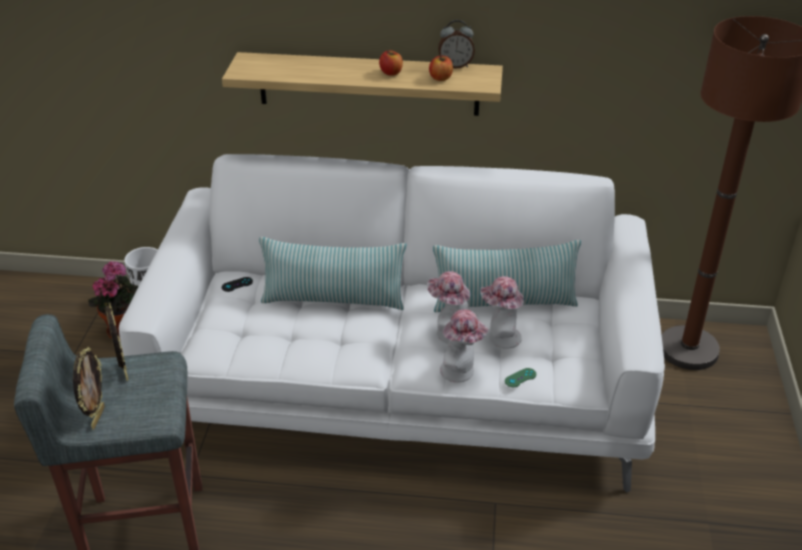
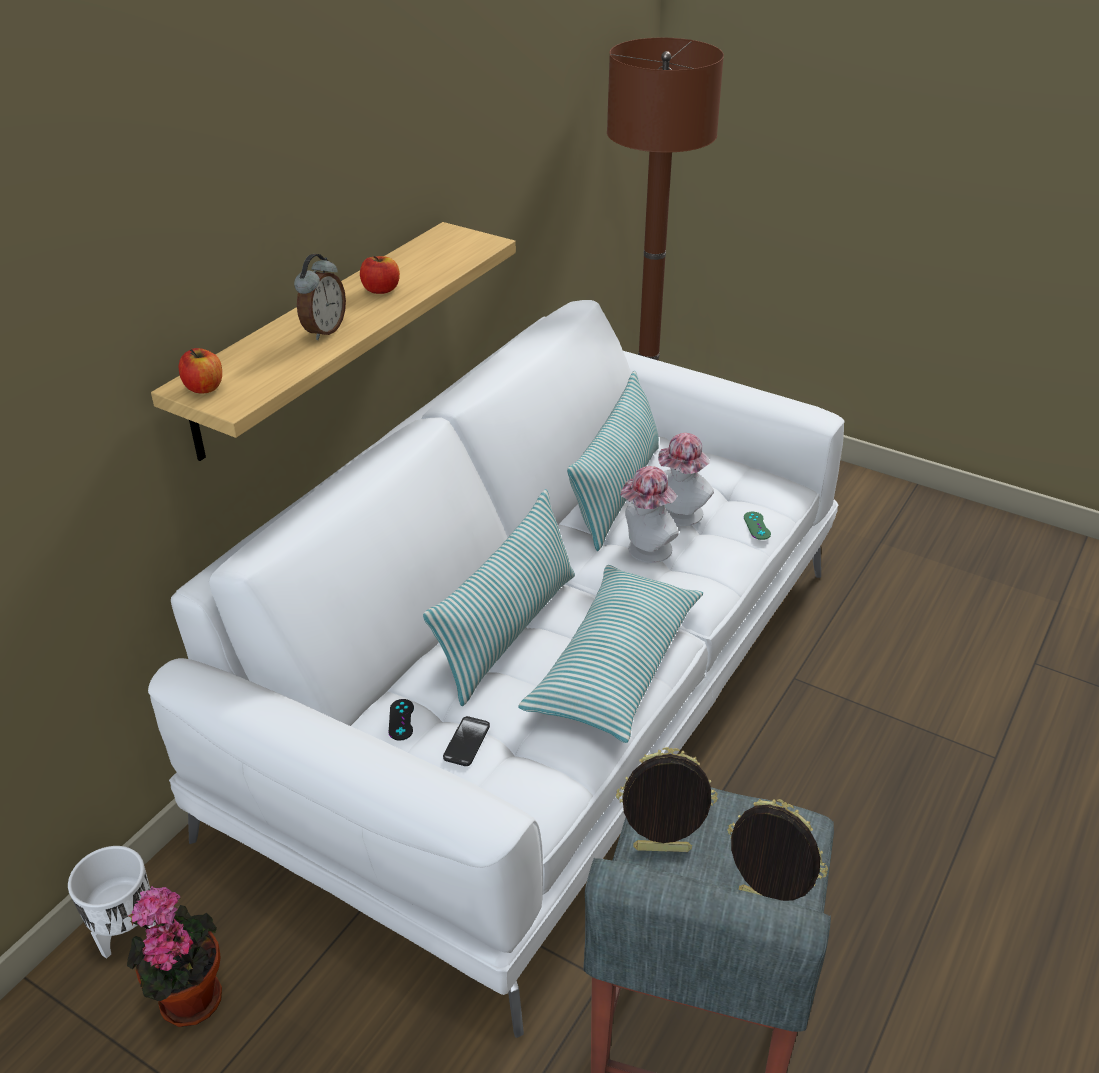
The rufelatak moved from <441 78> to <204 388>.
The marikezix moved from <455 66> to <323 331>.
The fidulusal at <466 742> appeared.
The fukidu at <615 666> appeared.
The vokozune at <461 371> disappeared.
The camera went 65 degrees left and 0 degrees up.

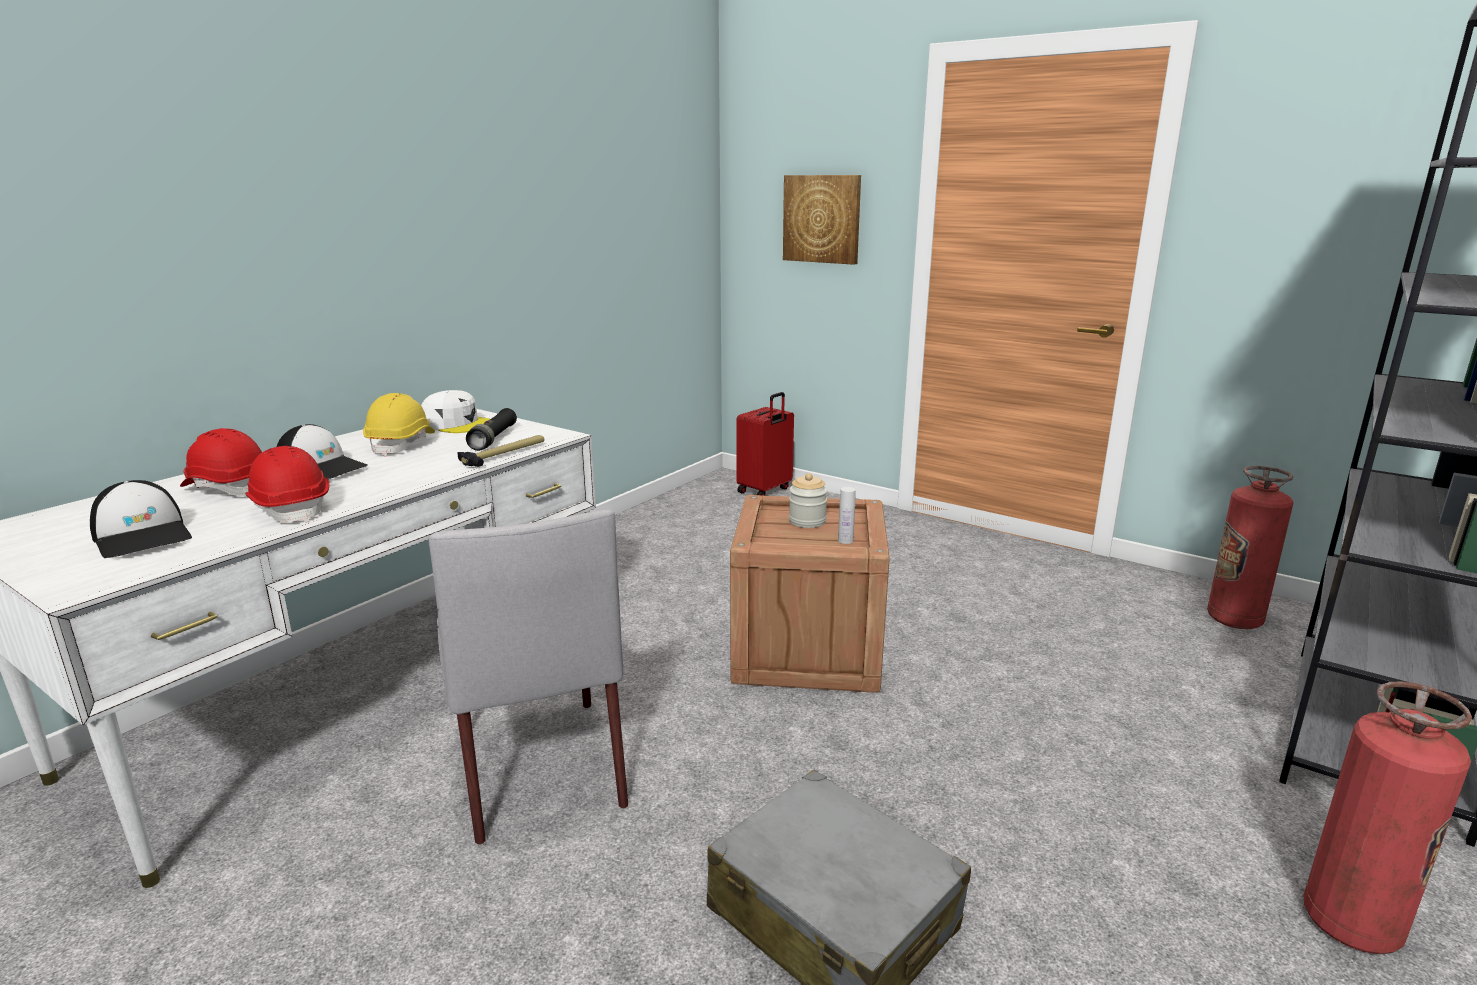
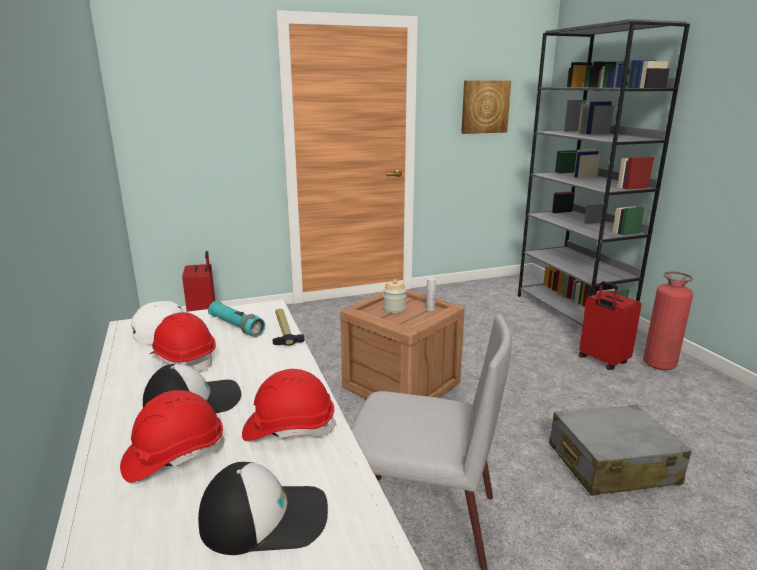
The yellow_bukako at <402 444> became the red_bukako at <184 359>.
The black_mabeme at <494 439> became the turquoise_mabeme at <236 326>.
The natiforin moved from <822 219> to <485 107>.
The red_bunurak at <602 361> appeared.
The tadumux at <1234 619> disappeared.
The camera went 55 degrees left and 0 degrees up.

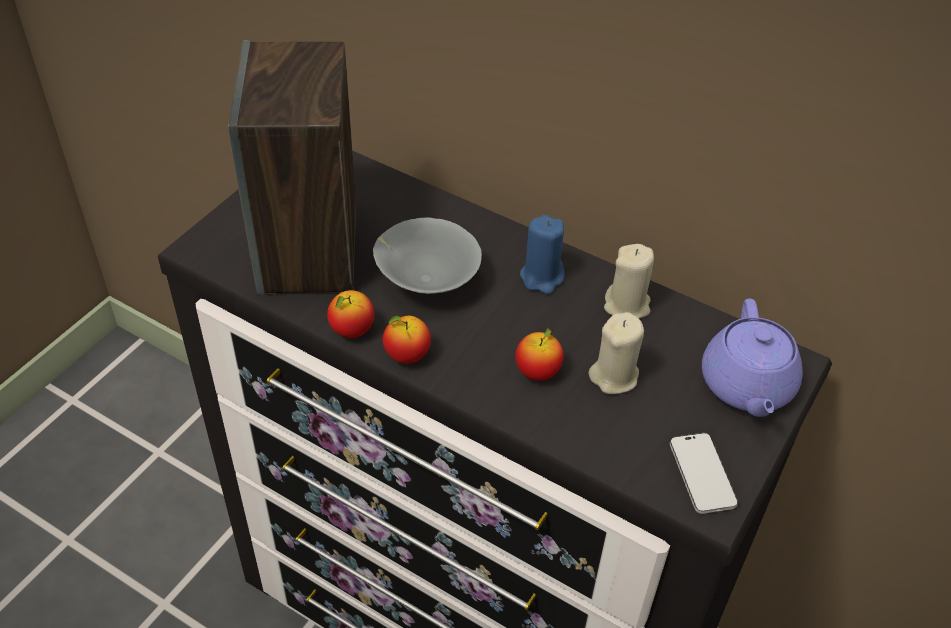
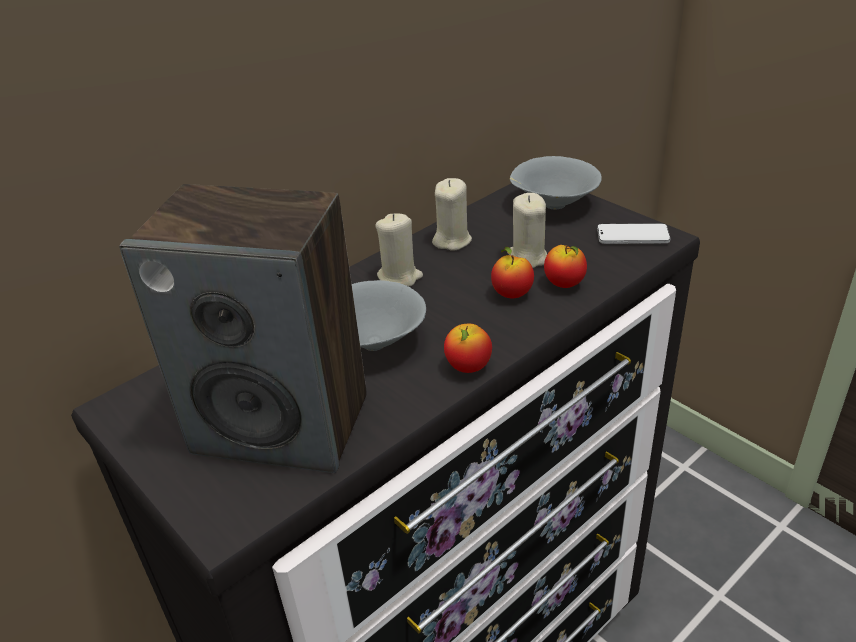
The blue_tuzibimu at <542 277> became the beige_tuzibimu at <400 276>.
The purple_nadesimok at <746 386> was replaced by the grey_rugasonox at <552 205>.
The rufelatak moved from <352 330> to <564 284>.
The camera went 70 degrees left and 10 degrees down.

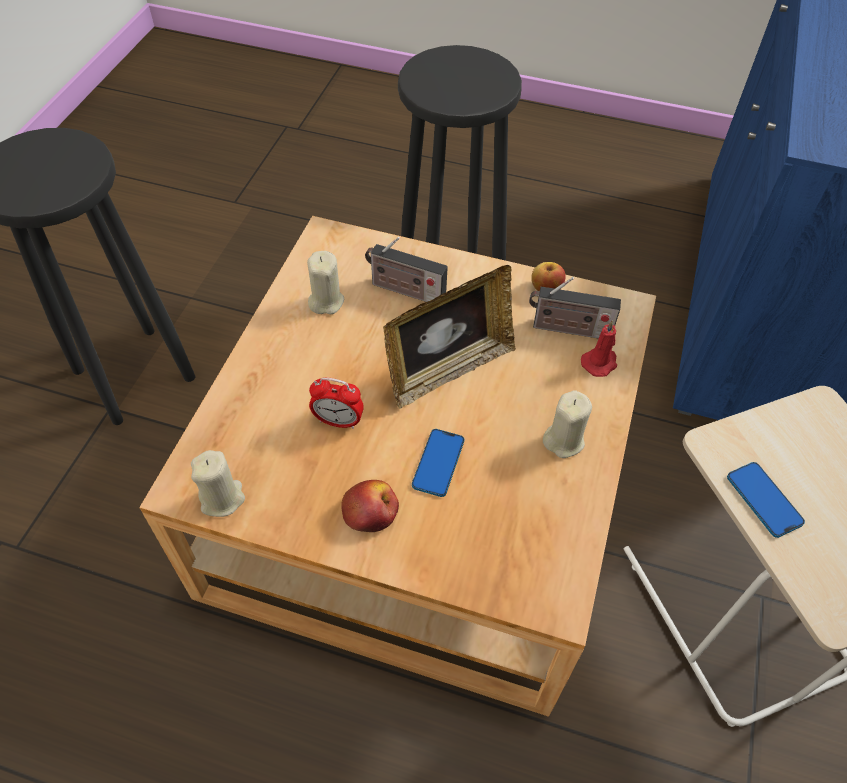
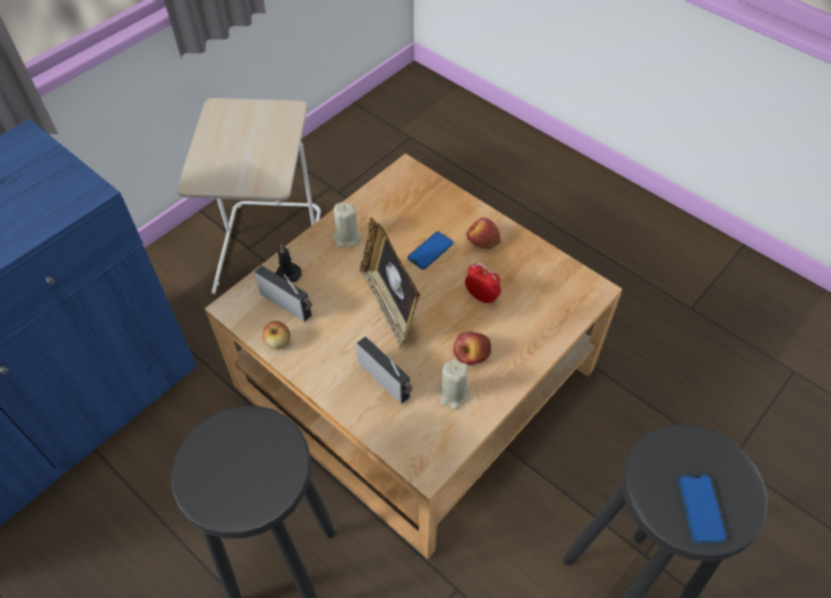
The red_tuzibimu at <600 362> became the black_tuzibimu at <286 275>.
The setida at <448 370> turned 105 degrees counterclockwise.
The rufelatak at <472 353> appeared.
The fidulusal moved from <763 500> to <701 509>.
The beige_tuzibimu at <222 498> disappeared.
The camera went 155 degrees left and 0 degrees up.

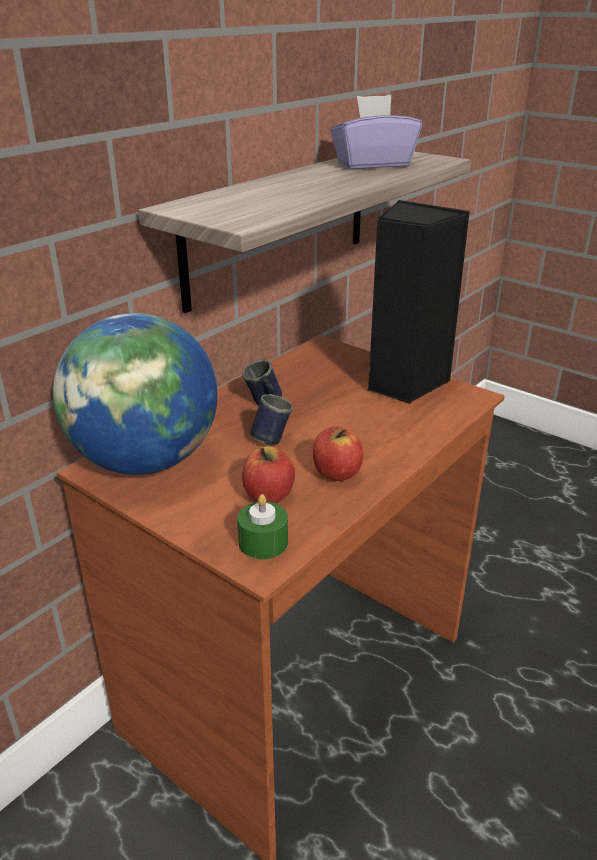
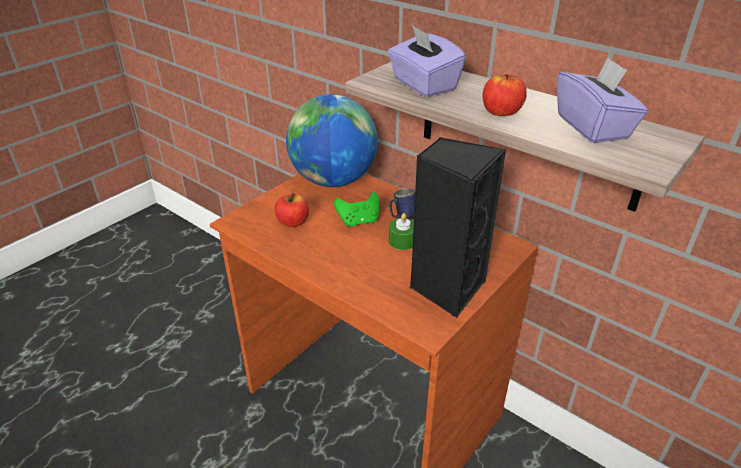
The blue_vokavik at <270 437> was replaced by the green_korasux at <358 221>.
The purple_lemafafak at <423 85> appeared.
The green_tuzibimu moved from <263 542> to <402 241>.
The rufelatak moved from <336 473> to <501 112>.
The camera went 90 degrees right and 5 degrees up.

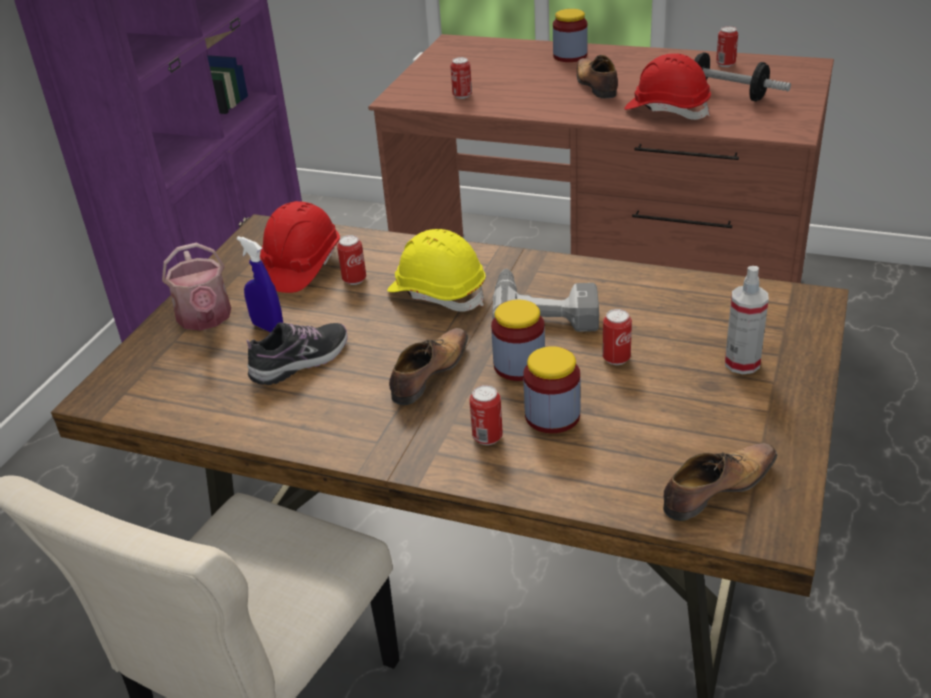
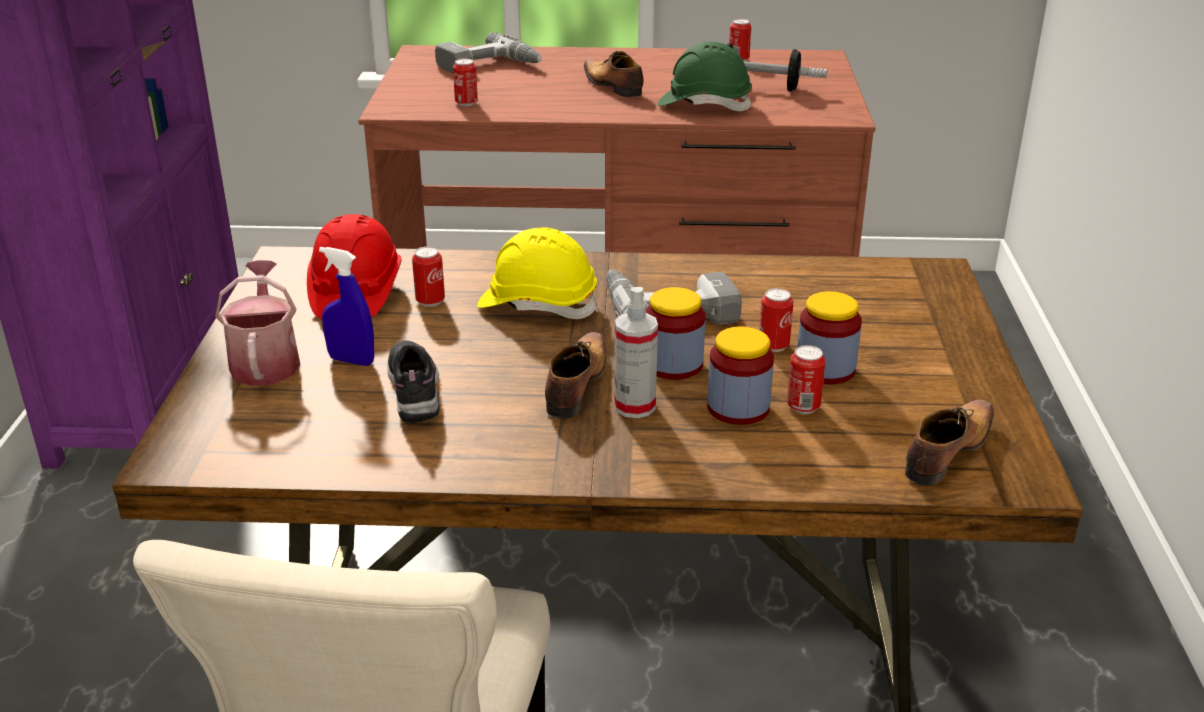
The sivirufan at <205 319> turned 150 degrees counterclockwise.
The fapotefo at <301 361> turned 45 degrees counterclockwise.
The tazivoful at <490 67> appeared.
The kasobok moved from <742 363> to <635 406>.
The red_bukako at <667 110> became the green_bukako at <704 104>.
The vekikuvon moved from <487 437> to <803 407>.
The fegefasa moved from <570 56> to <825 369>.
The camera went 20 degrees left and 5 degrees down.

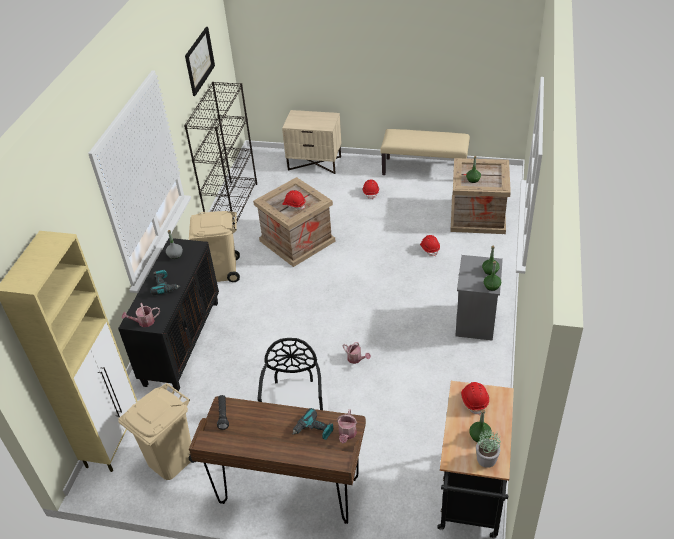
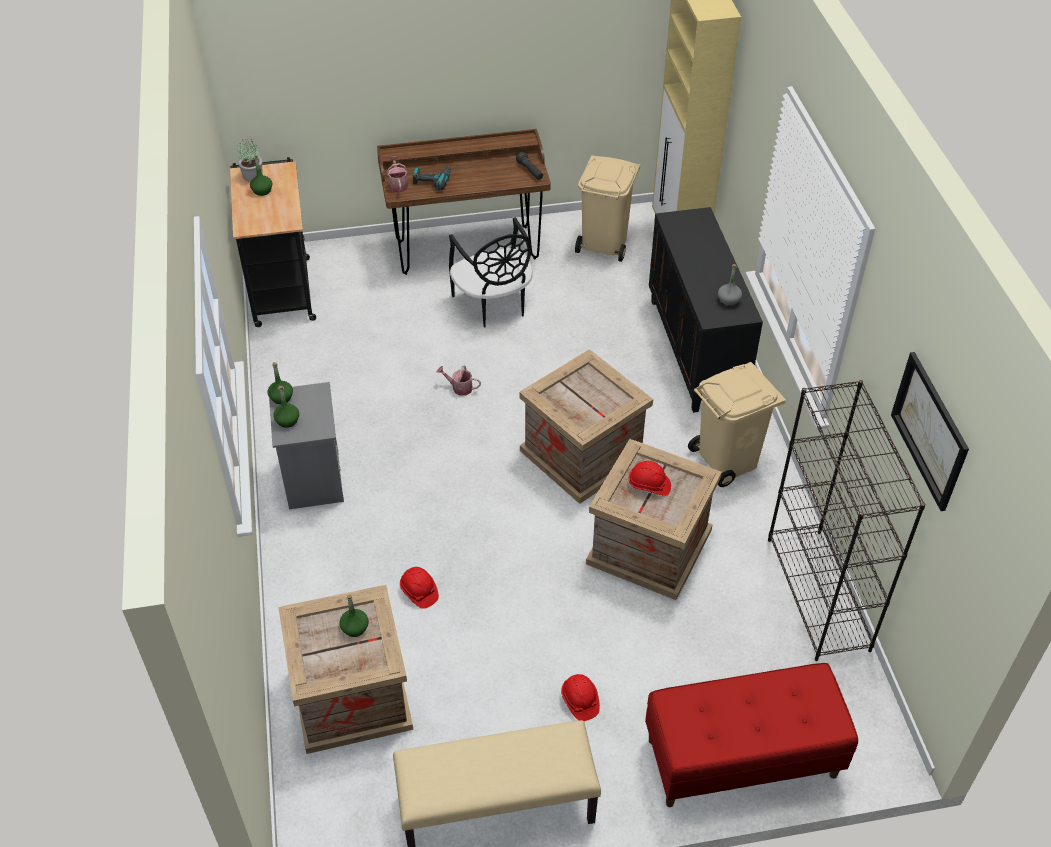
The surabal at <584 454> appeared.
The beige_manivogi at <315 163> was replaced by the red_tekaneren at <741 758>.
The sivirufan at <144 322> disappeared.
The tazivoful at <165 286> disappeared.
The red_bukako at <474 400> disappeared.
The camera went 155 degrees right and 5 degrees up.

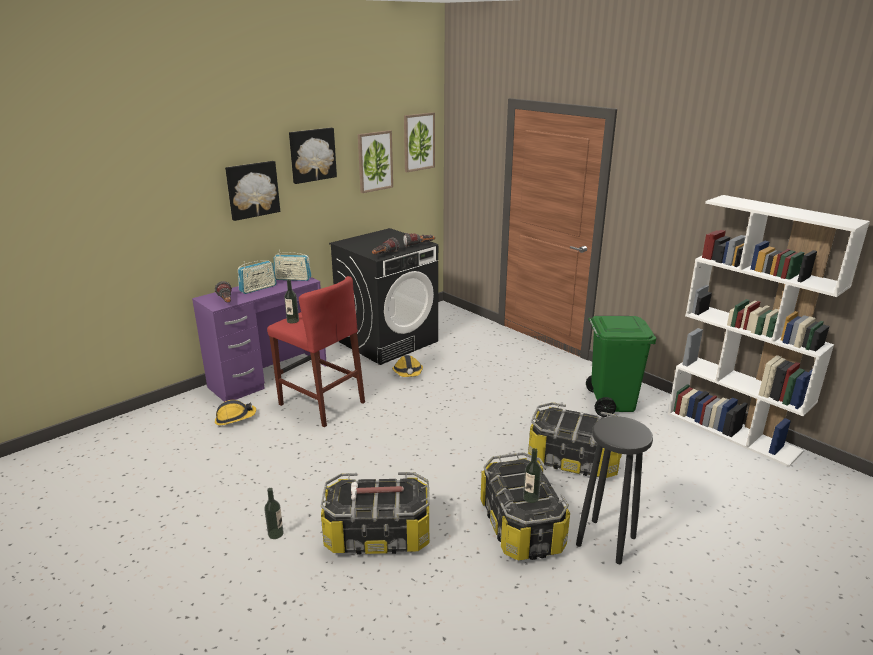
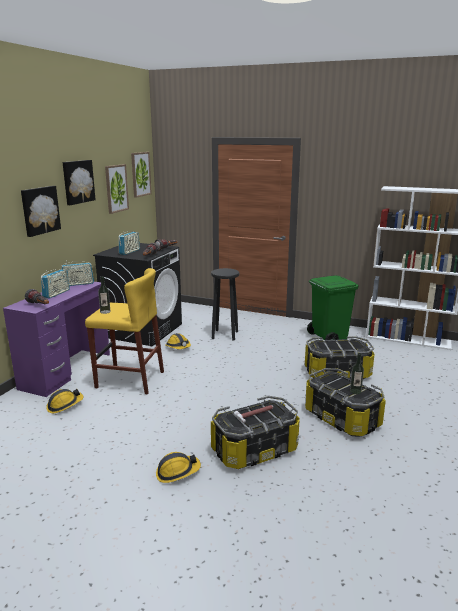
The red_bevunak at <321 403> became the yellow_bevunak at <130 379>.
The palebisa at <129 252> appeared.
The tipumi at <275 533> was replaced by the bukako at <177 472>.
The black_bevunak moved from <606 541> to <225 335>.
The camera went 25 degrees left and 5 degrees down.

